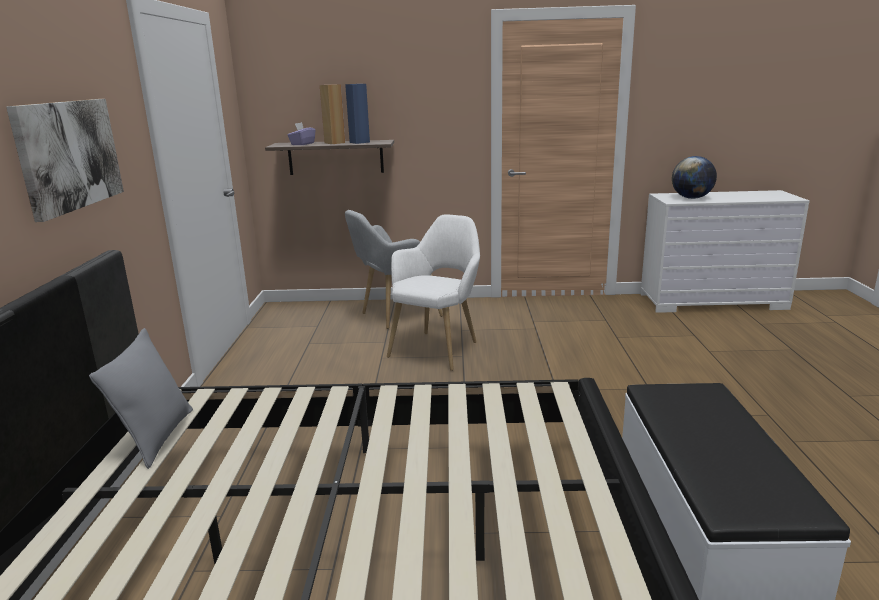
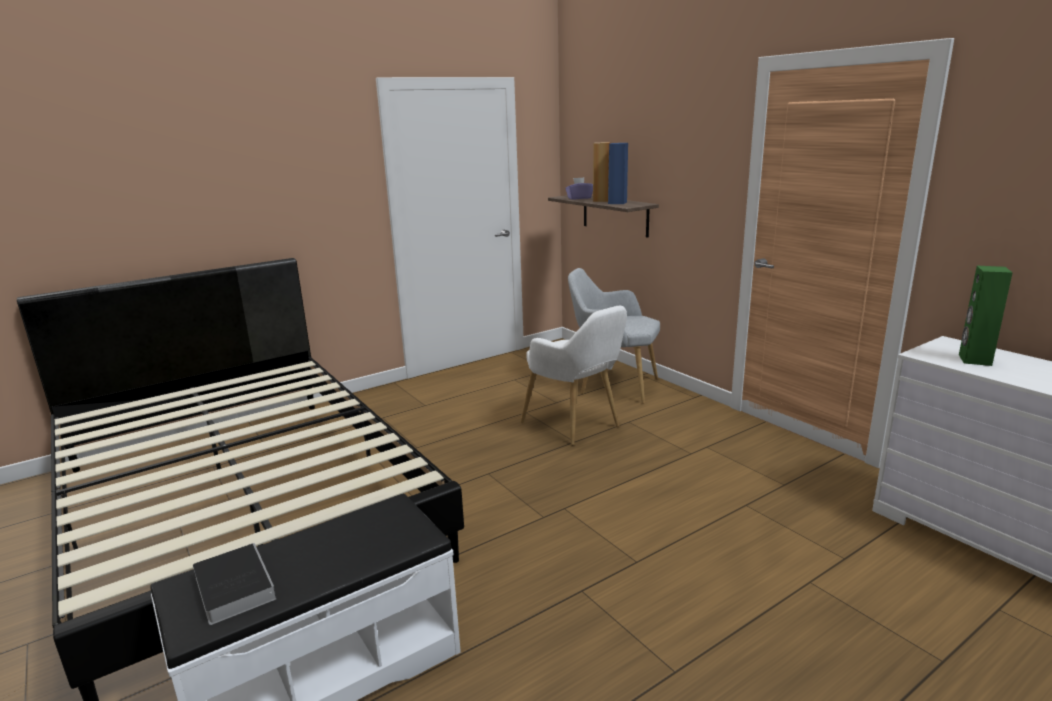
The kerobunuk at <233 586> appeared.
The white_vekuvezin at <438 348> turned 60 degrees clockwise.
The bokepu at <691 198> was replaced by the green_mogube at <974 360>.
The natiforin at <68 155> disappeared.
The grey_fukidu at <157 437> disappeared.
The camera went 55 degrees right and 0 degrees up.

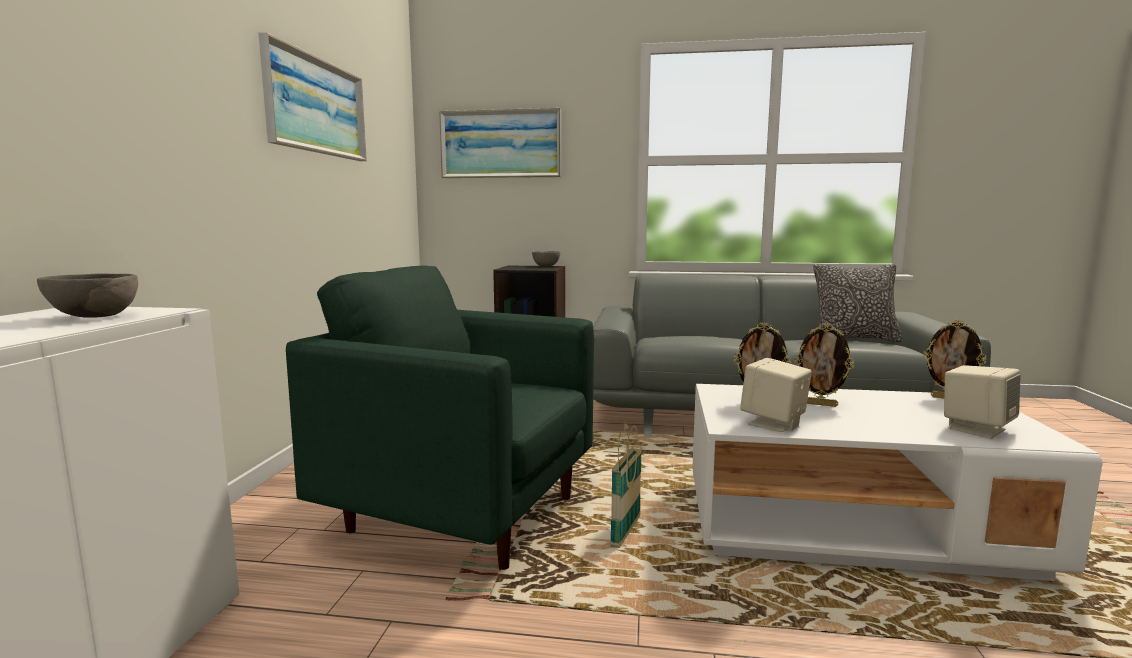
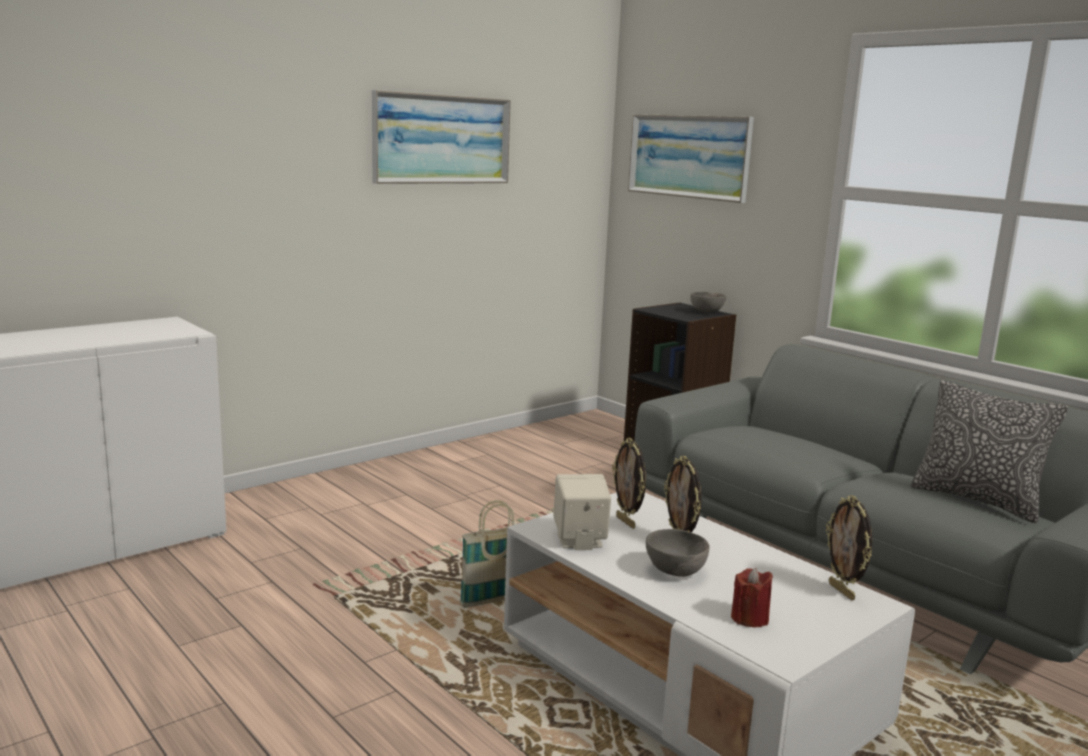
The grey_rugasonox moved from <95 317> to <675 572>.
The beige_mogube at <976 429> was replaced by the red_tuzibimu at <749 618>.
The green_vekuvezin at <462 513> disappeared.
The camera went 40 degrees right and 5 degrees up.

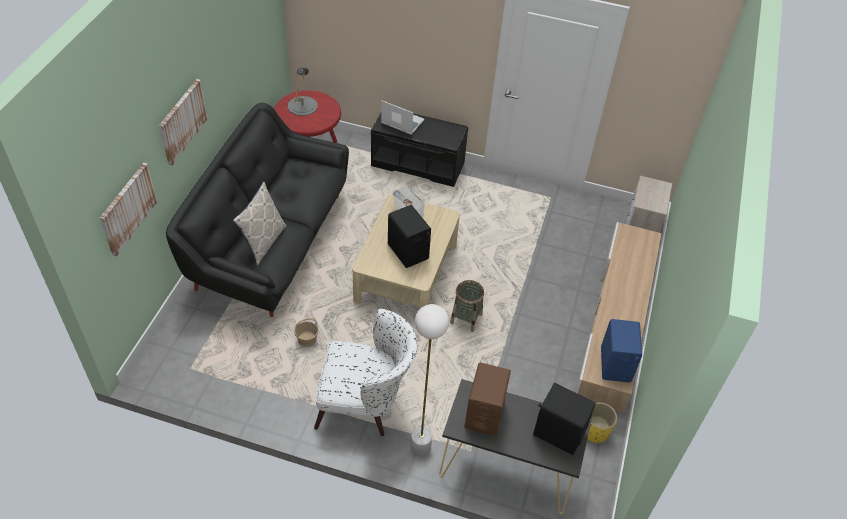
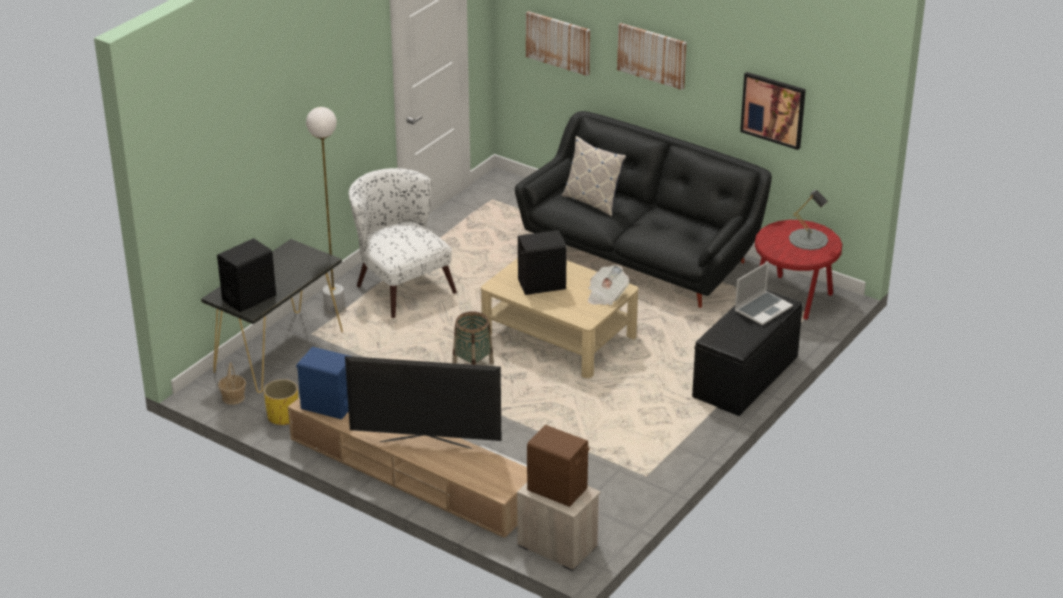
The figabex moved from <307 339> to <233 397>.
The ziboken at <425 444> appeared.
The white_vekuvezin at <365 403> turned 120 degrees clockwise.
The brown_mogube moved from <484 413> to <557 489>.
The natiforin at <773 110> appeared.
The camera went 110 degrees right and 15 degrees down.

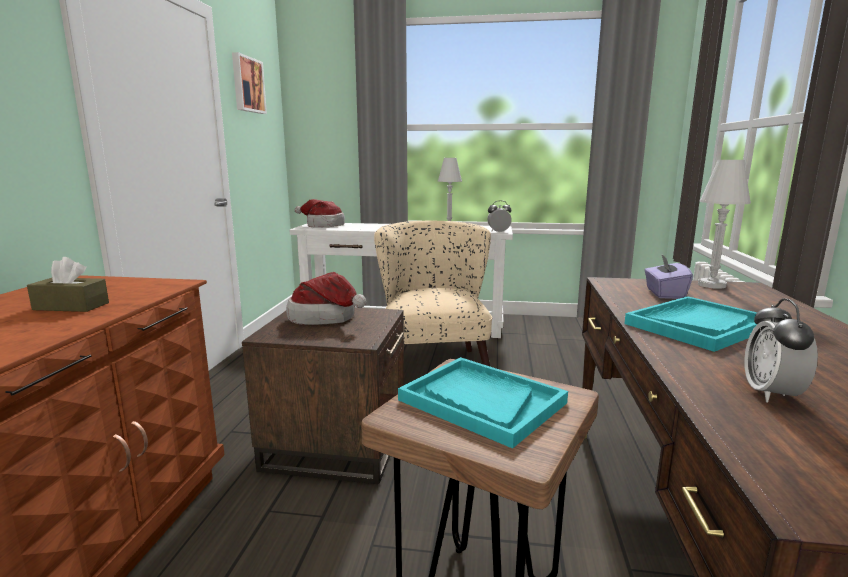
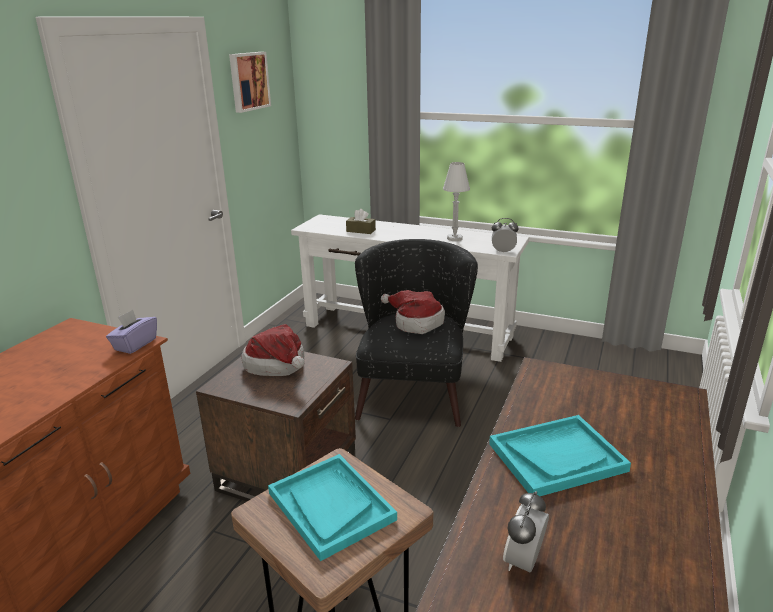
The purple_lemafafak moved from <664 293> to <135 344>.
The brown_lemafafak moved from <71 306> to <361 231>.
The beige_vekuvezin at <433 364> became the black_vekuvezin at <414 389>.
The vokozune moved from <322 225> to <415 323>.
The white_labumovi at <711 285> disappeared.
The camera went 15 degrees right and 10 degrees up.

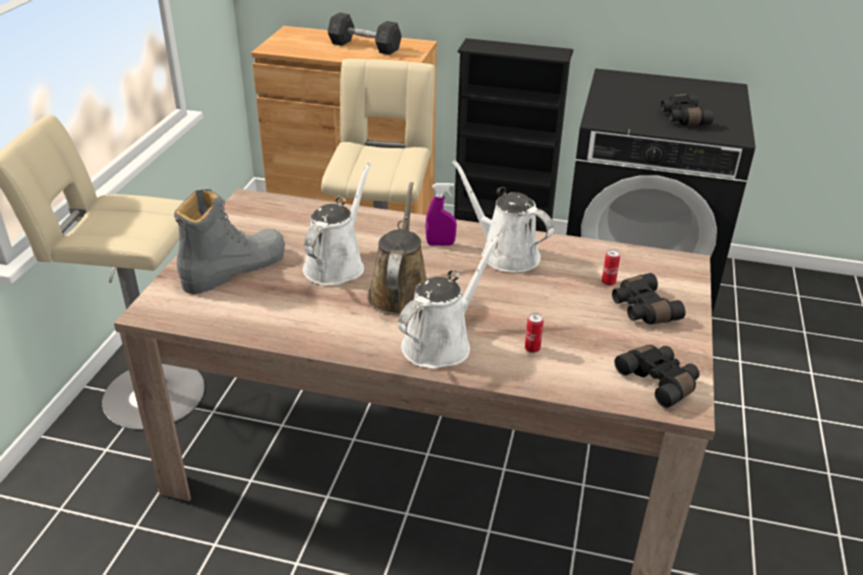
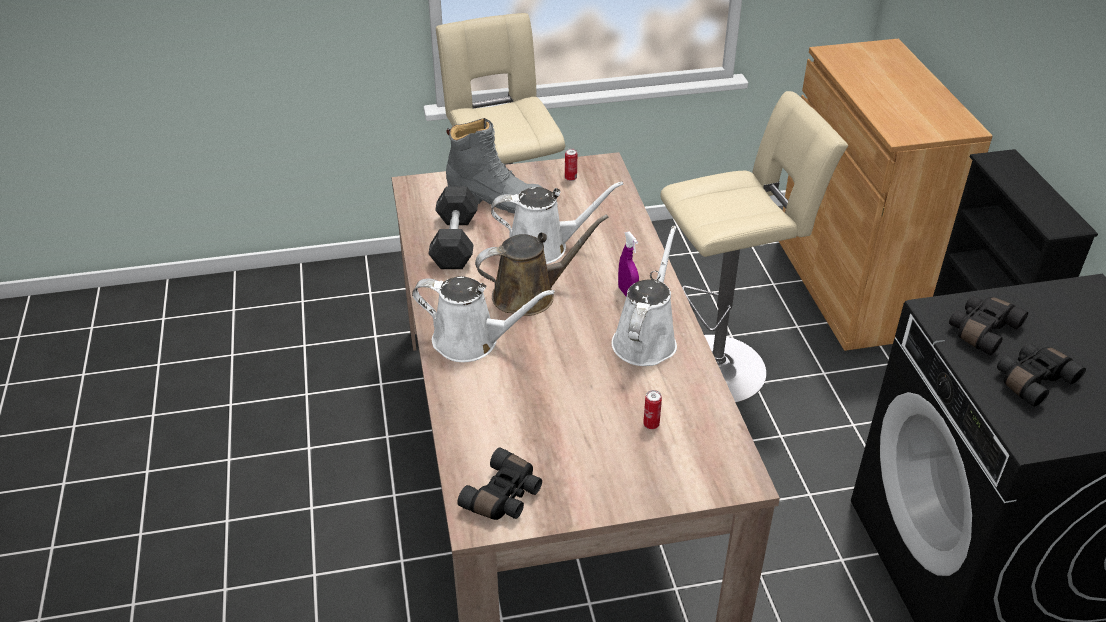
The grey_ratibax moved from <364 46> to <455 241>.
The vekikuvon moved from <532 349> to <570 178>.
The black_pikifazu moved from <642 309> to <981 330>.
The camera went 65 degrees right and 5 degrees up.

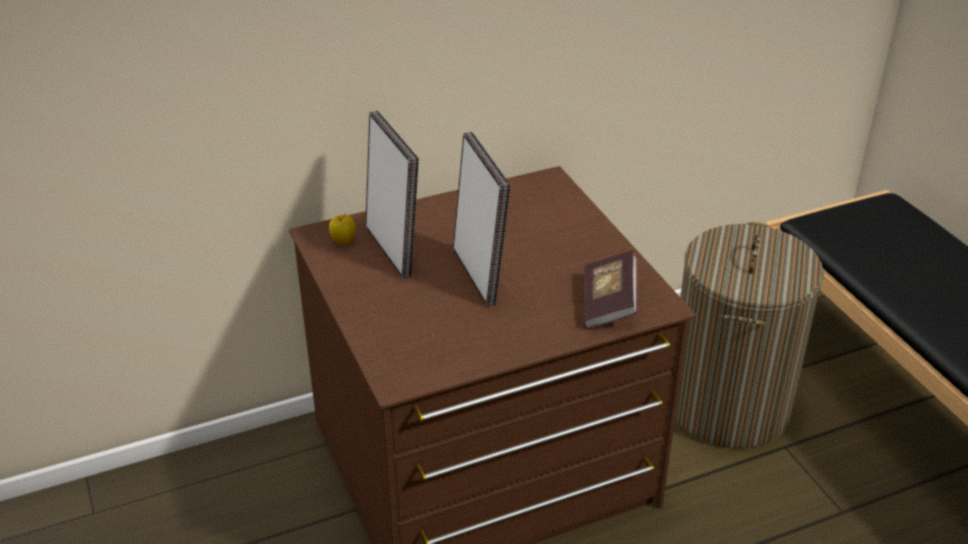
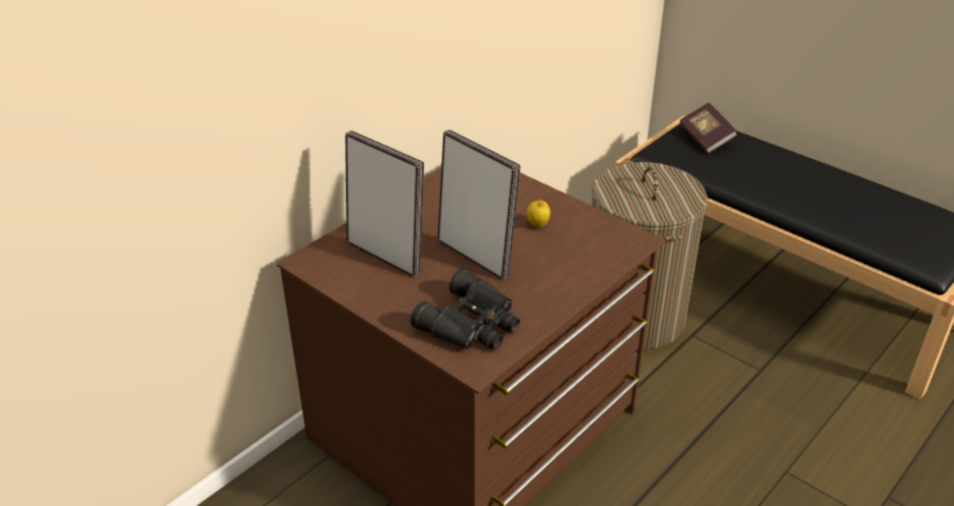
The black_pikifazu at <472 324> appeared.
The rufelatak moved from <343 241> to <537 225>.
The kerobunuk moved from <608 304> to <706 138>.
The camera went 25 degrees left and 0 degrees up.

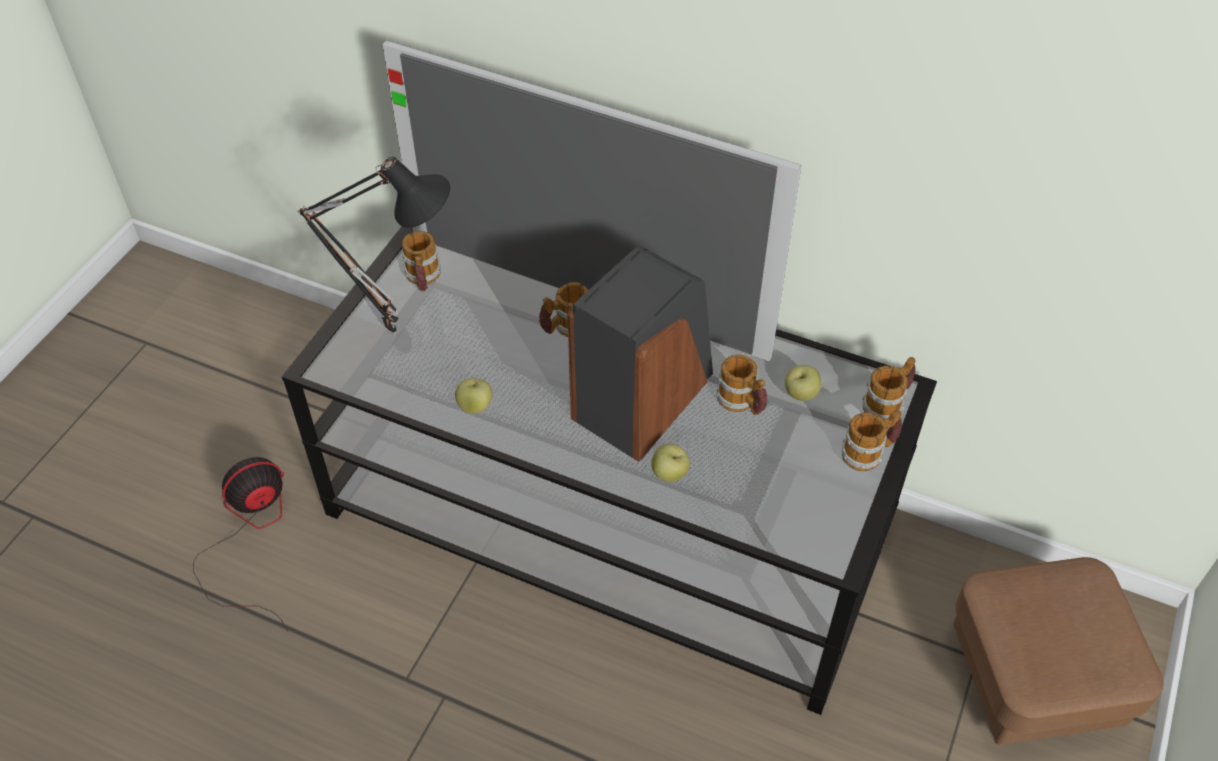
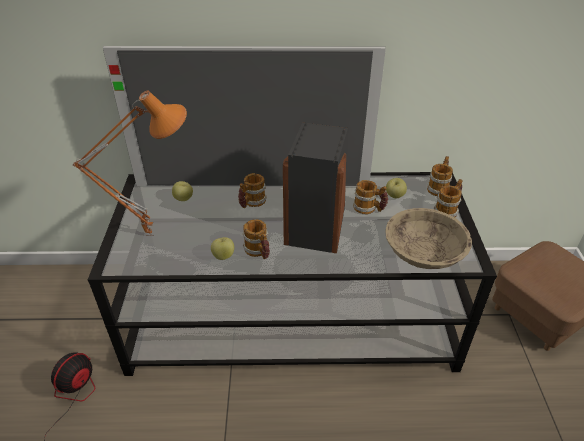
The black_labumovi at <395 330> became the orange_labumovi at <151 233>.
The rufelatak moved from <669 474> to <183 199>.
The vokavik moved from <423 278> to <259 252>.
The beige_rugasonox at <423 254> appeared.
The camera went 25 degrees left and 10 degrees down.

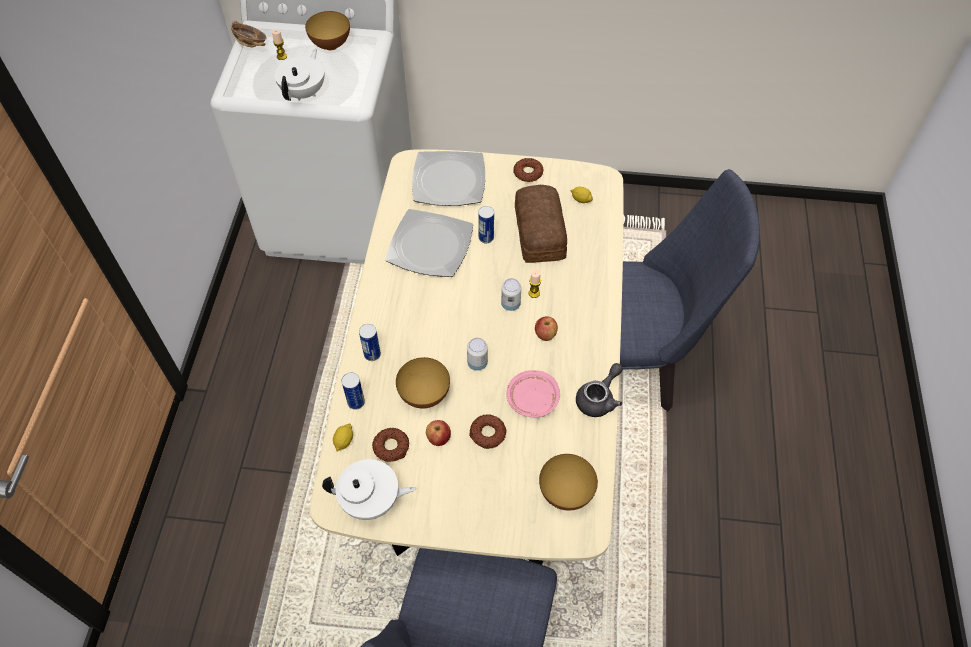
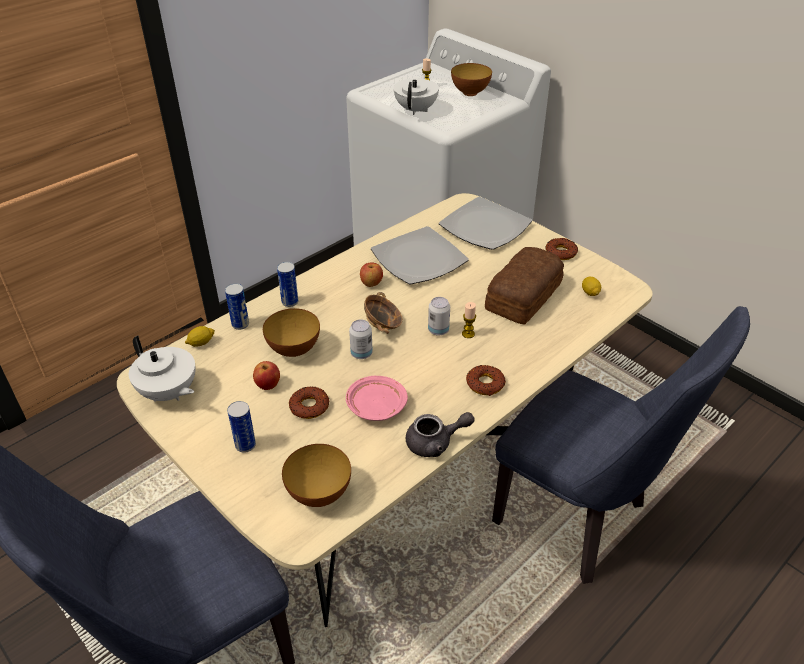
The vekikuvon moved from <486 238> to <245 445>.
The rufelatak moved from <545 335> to <371 283>.
The rugasonox moved from <252 44> to <383 325>.
The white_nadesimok at <304 92> turned 45 degrees counterclockwise.
The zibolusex moved from <391 447> to <485 384>.
The camera went 40 degrees right and 15 degrees down.

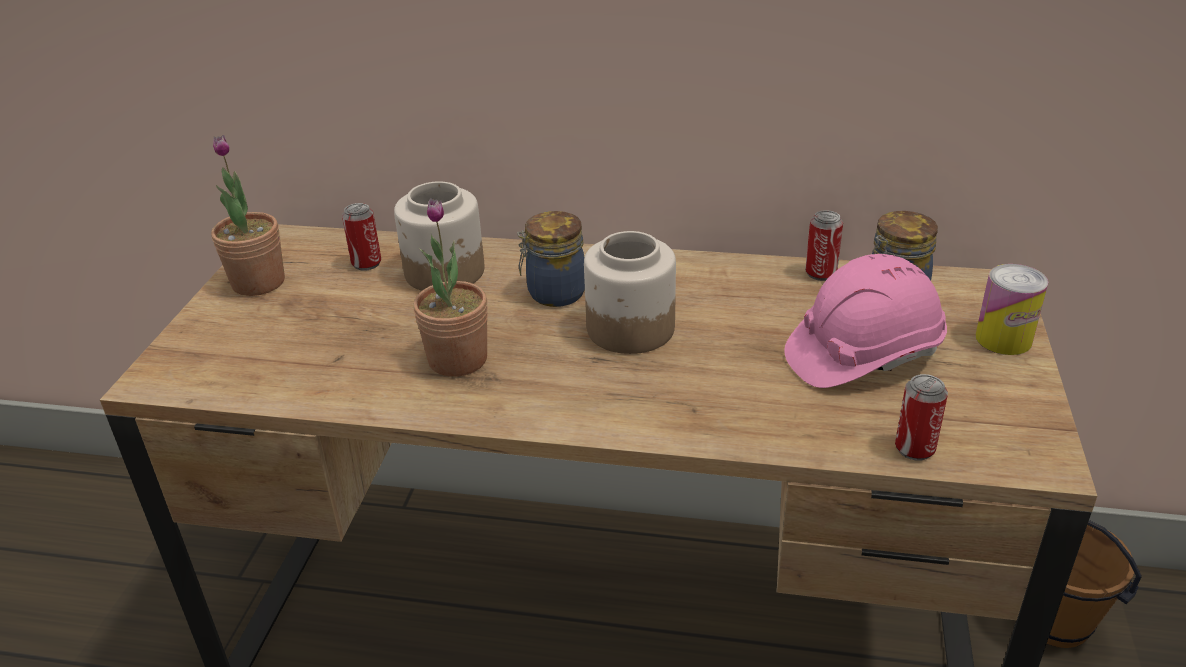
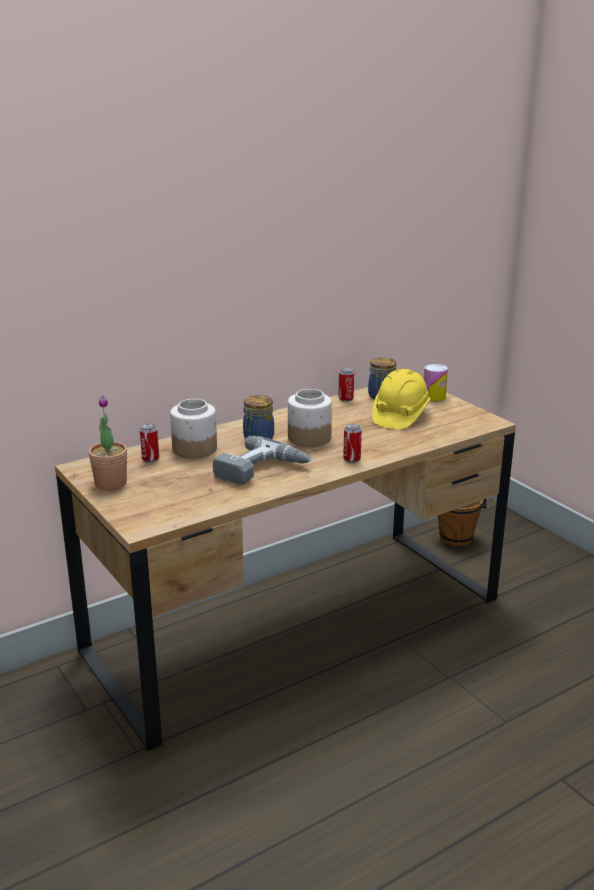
The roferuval at <458 360> was replaced by the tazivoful at <262 470>.
The vekikuvon moved from <914 449> to <352 459>.
The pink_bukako at <862 354> became the yellow_bukako at <400 416>.
The camera went 45 degrees left and 10 degrees down.

